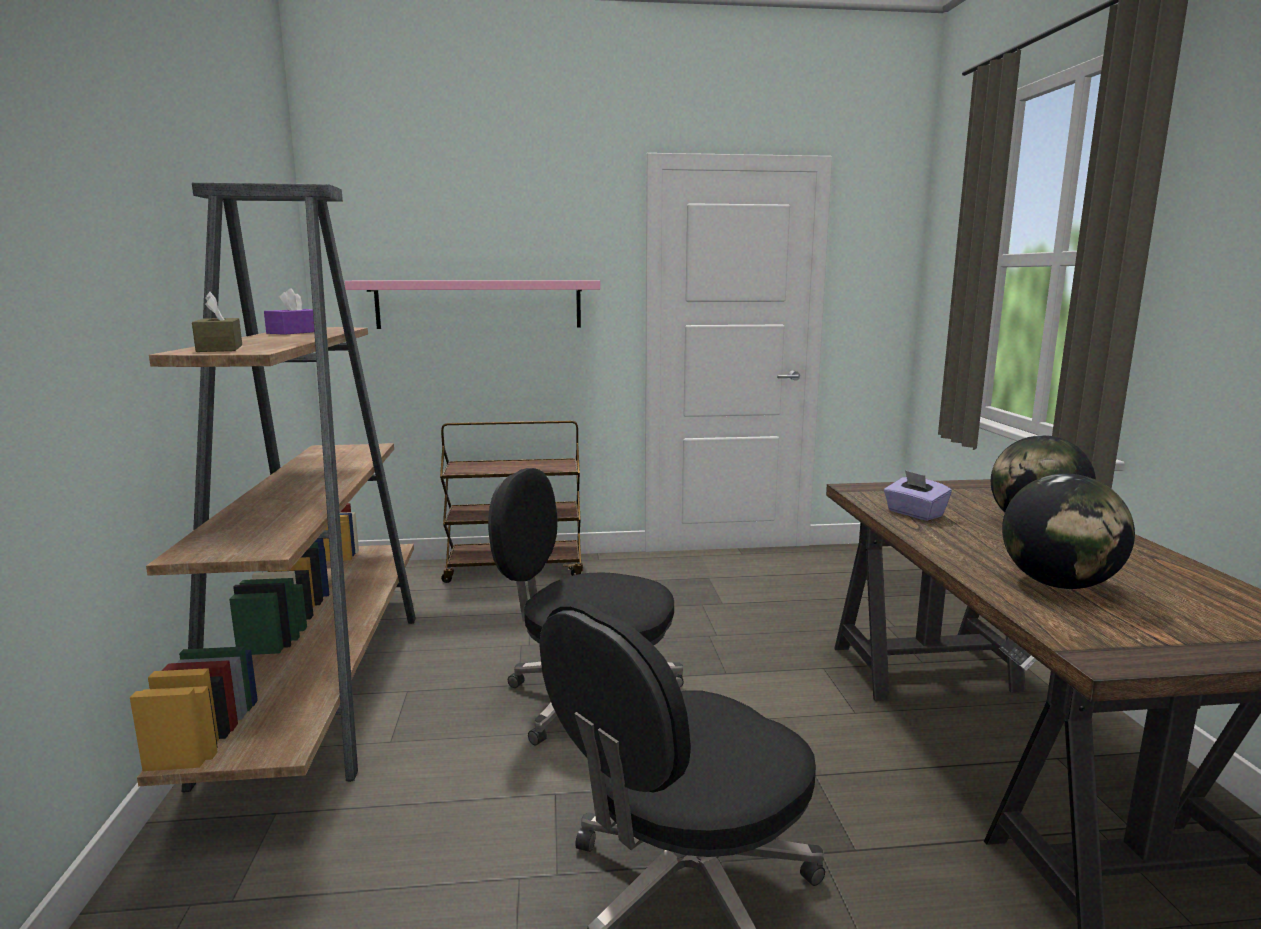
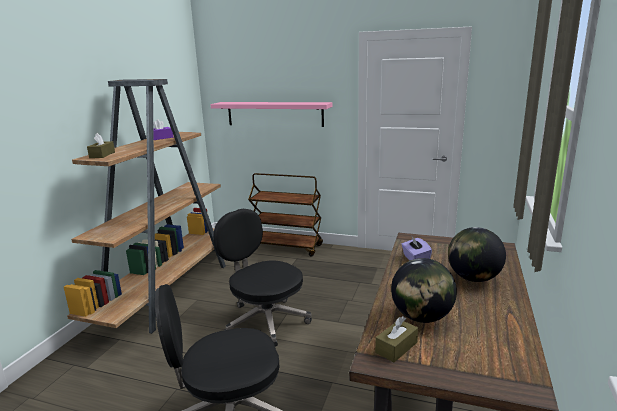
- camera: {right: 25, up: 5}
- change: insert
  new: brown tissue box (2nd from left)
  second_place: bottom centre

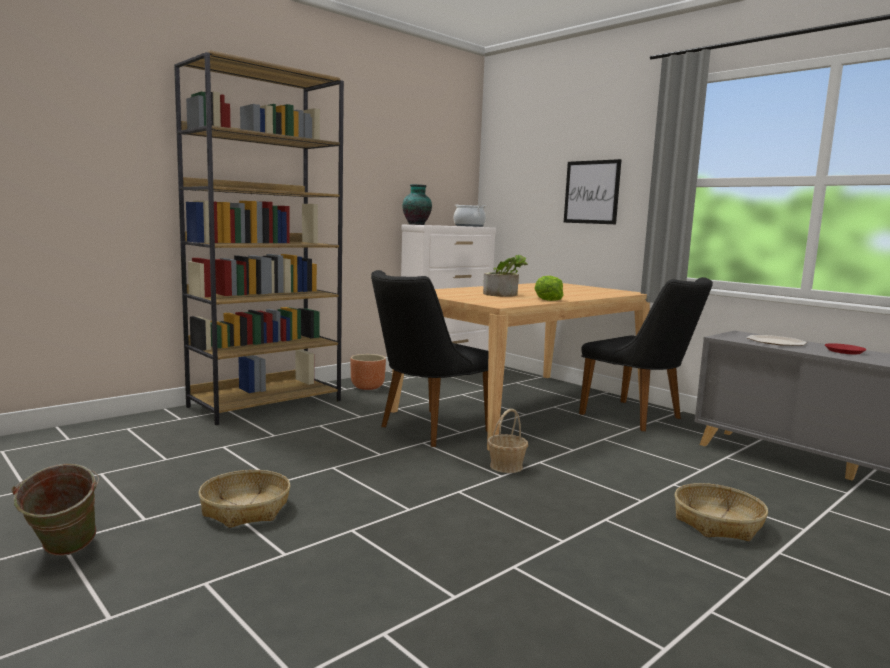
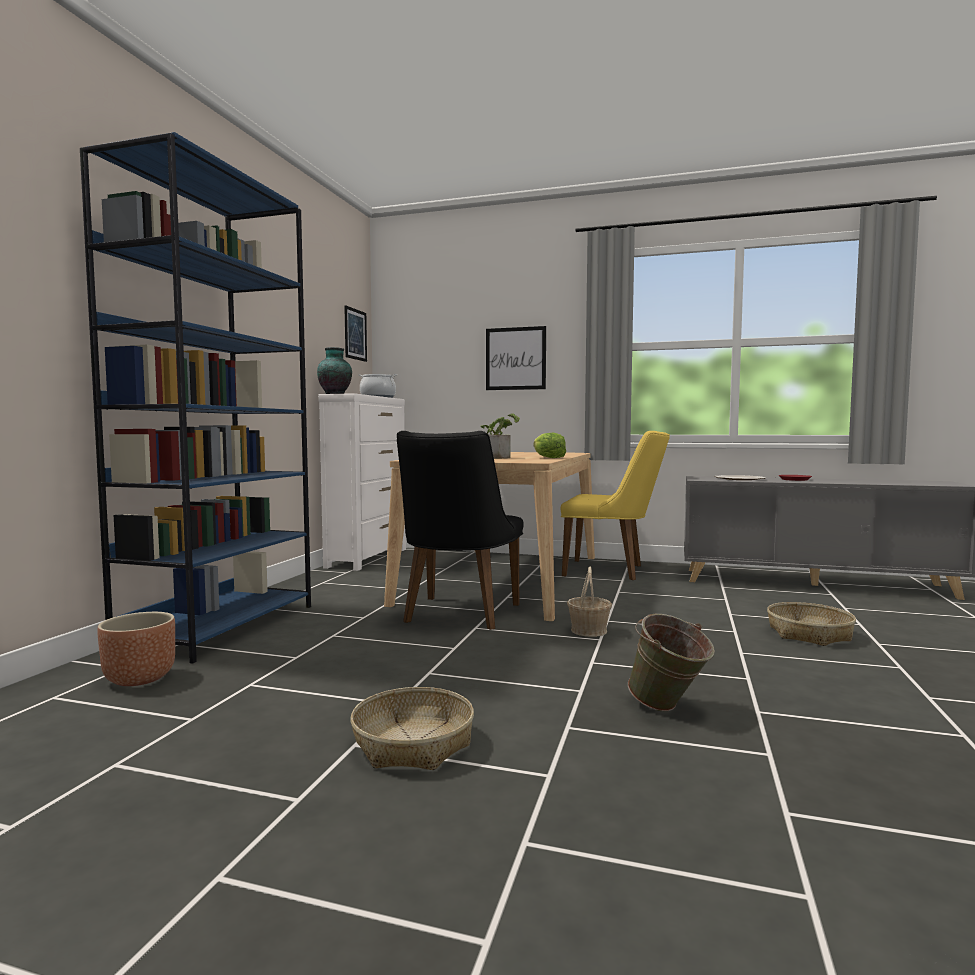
- camera: {right: -30, up: -5}
- change: recolor
  old: brown bookshelf
  new: bluish bookshelf
  first_place: middle left
  second_place: middle left
- change: move
  old: brown flower pot
  first_place: centre
  second_place: middle left
- change: insert
  new: wall picture (1st from left)
  second_place: centre
- change: recolor
  old: blackish chair (2nd from left)
  new: yellowish chair
  first_place: middle right
  second_place: centre
- change: move
  old: green-coloured water bucket
  first_place: bottom left
  second_place: bottom right

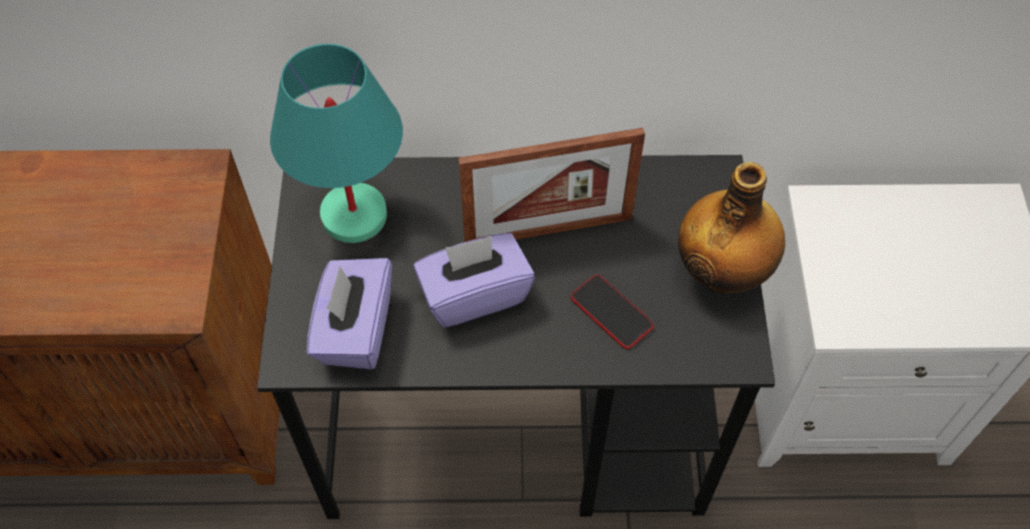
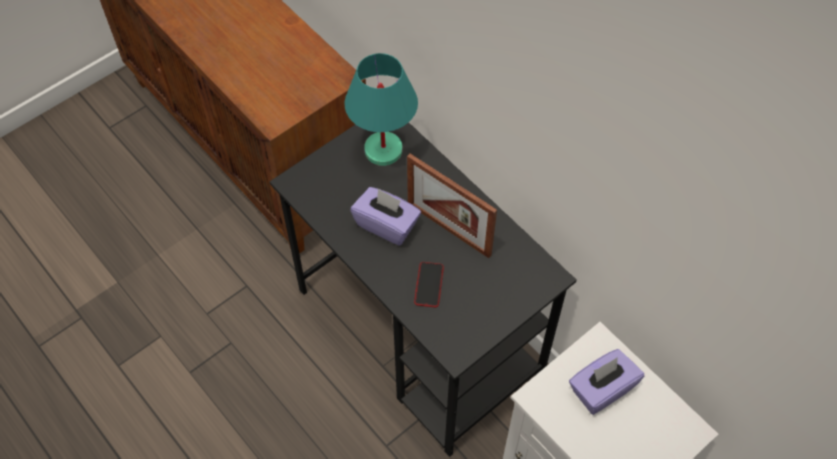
- camera: {right: 50, up: 0}
- change: move
  old: purplish tissue box (1st from left in the first image)
  new: purplish tissue box (2nd from left)
  first_place: centre
  second_place: bottom right
- change: delete
  old: bottle
  first_place: middle right

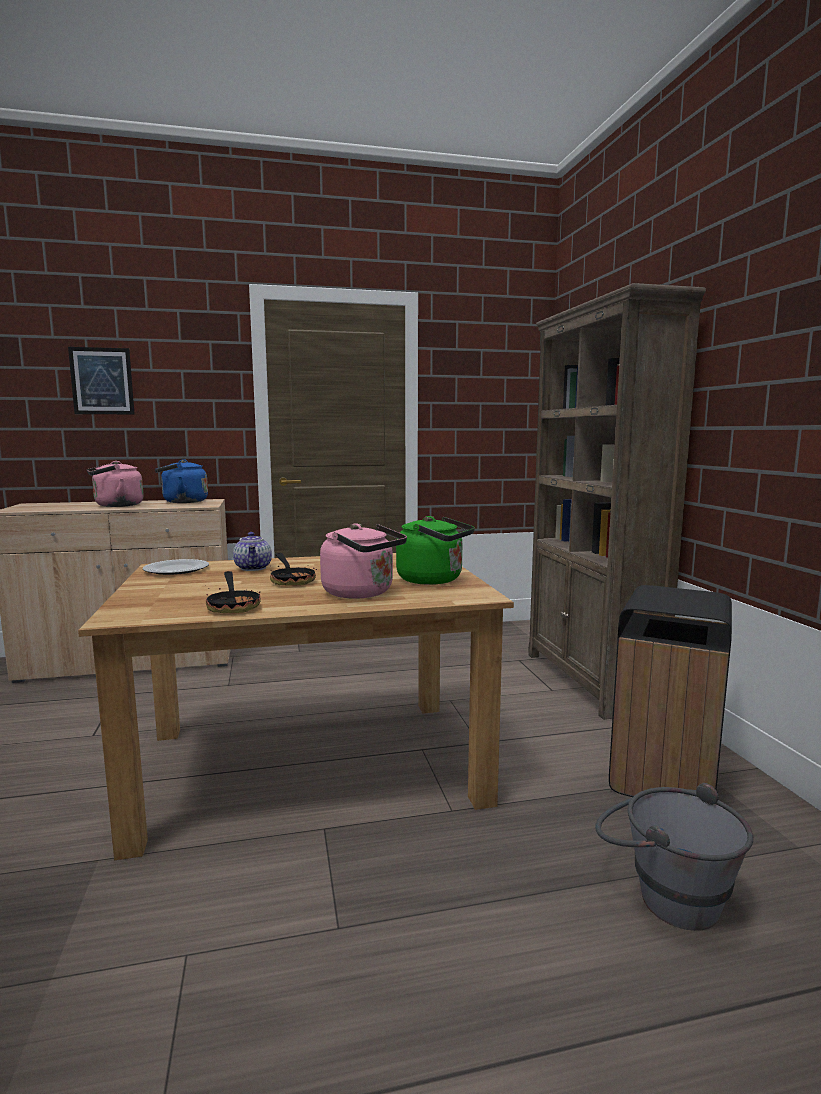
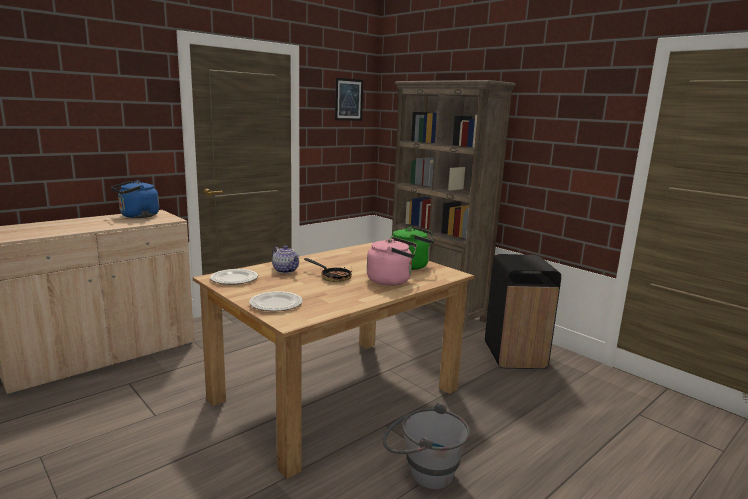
- camera: {right: -30, up: 5}
- change: insert
  new: plate (2nd from left)
  second_place: centre
- change: move
  old: wall picture
  first_place: middle left
  second_place: top centre
- change: move
  old: greyish water bucket
  first_place: bottom right
  second_place: bottom centre
- change: delete
  old: pink-coloured kettle (1st from left)
  first_place: middle left
- change: delete
  old: pan (1st from left)
  first_place: middle left

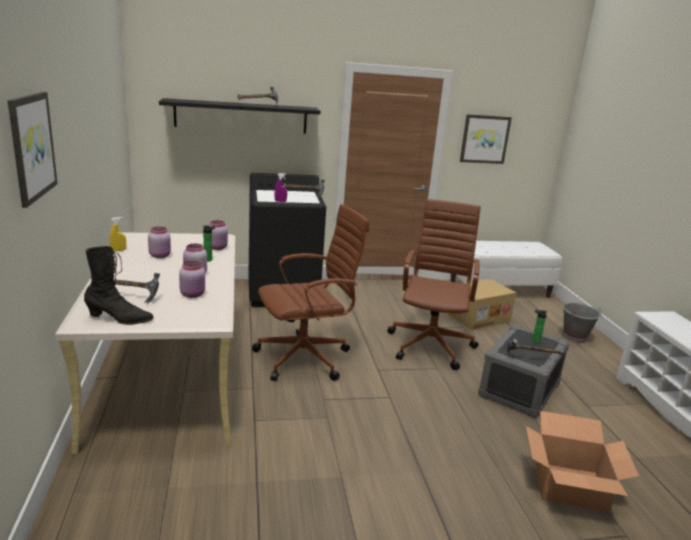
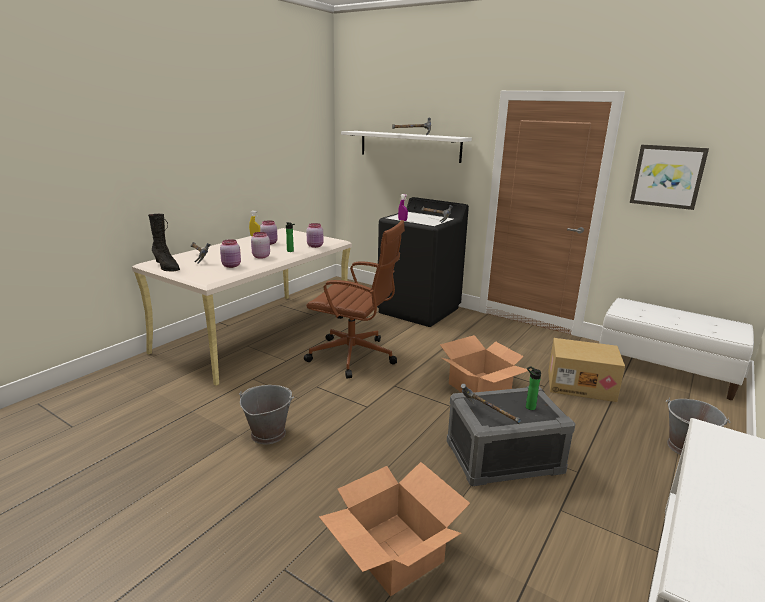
- camera: {right: 45, up: 0}
- change: insert
  new: greyish water bucket (1st from left)
  second_place: bottom centre
- change: recolor
  old: blackish bracket shelf
  new: whitish bracket shelf
  first_place: top centre
  second_place: top centre
- change: replace
  old: brown computer chair (2nd from left)
  new: carton (2nd from left)
  first_place: centre
  second_place: centre
- change: delete
  old: wall picture (1st from left)
  first_place: top left

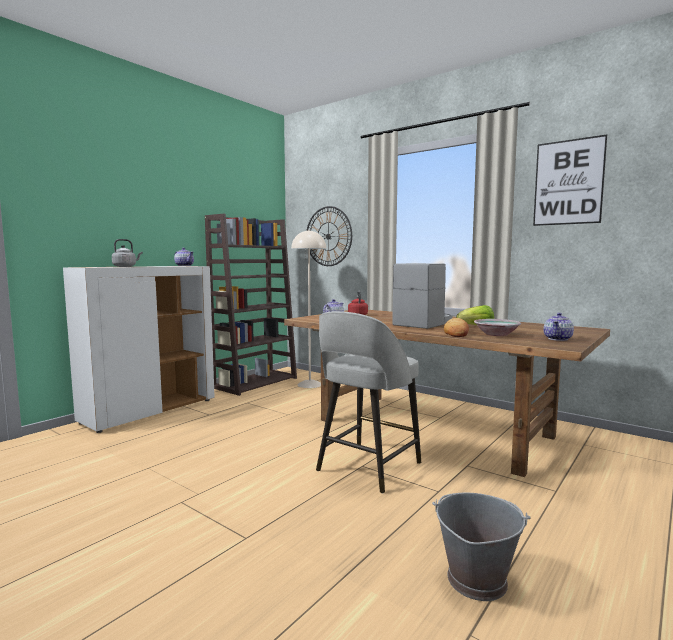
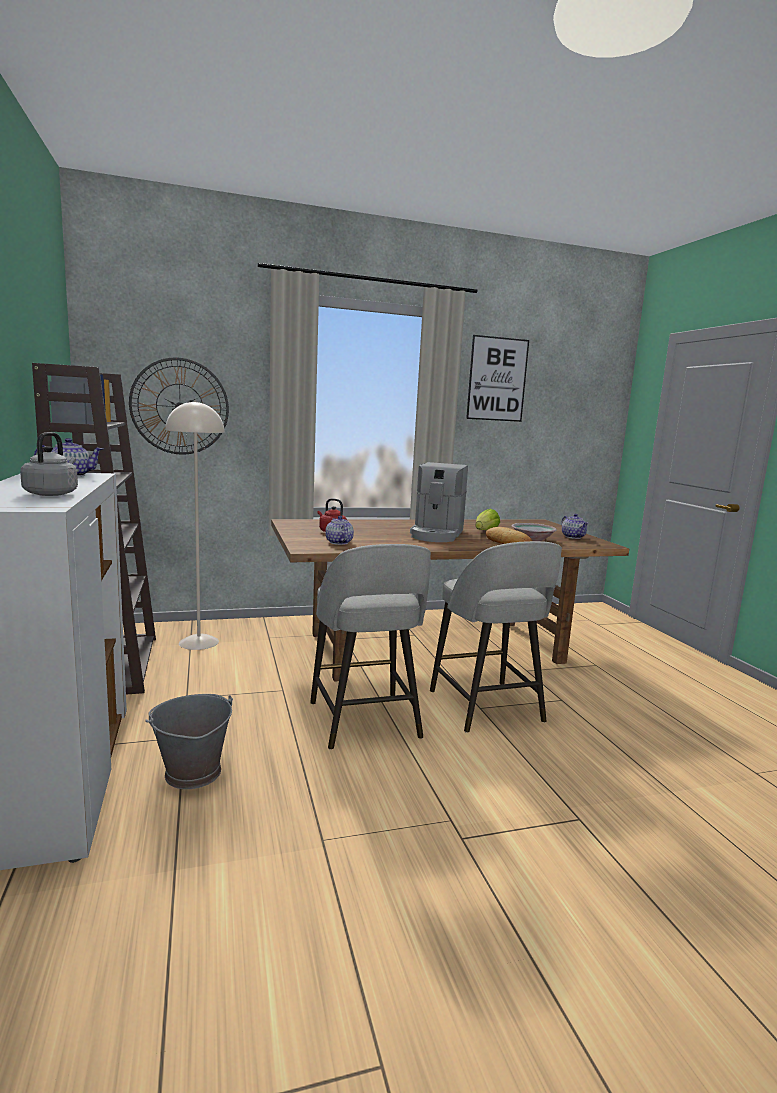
- camera: {right: -55, up: 5}
- change: move
  old: greyish water bucket
  first_place: bottom right
  second_place: bottom left
- change: insert
  new: greyish stool seat (1st from left)
  second_place: centre
- change: rotate
  old: coffee maker
  first_place: centre
  second_place: centre
  degrees: -150

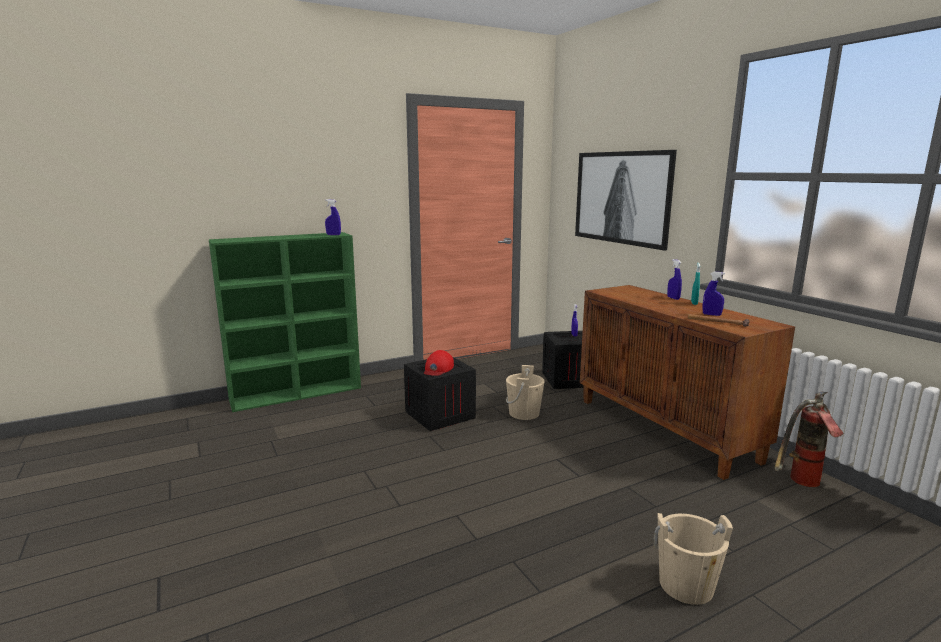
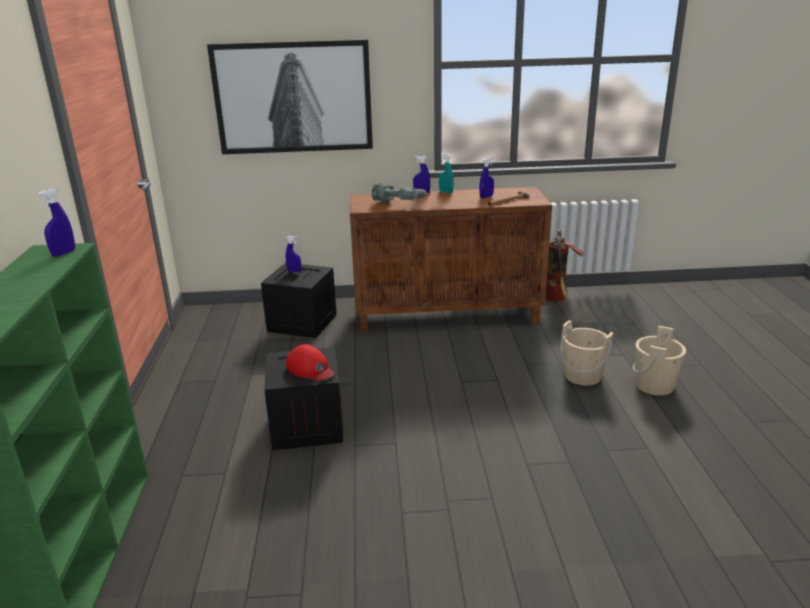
- camera: {right: -65, up: 10}
- change: insert
  new: power drill
  second_place: top centre
- change: move
  old: sand-coloured water bucket (1st from left)
  first_place: centre
  second_place: middle right

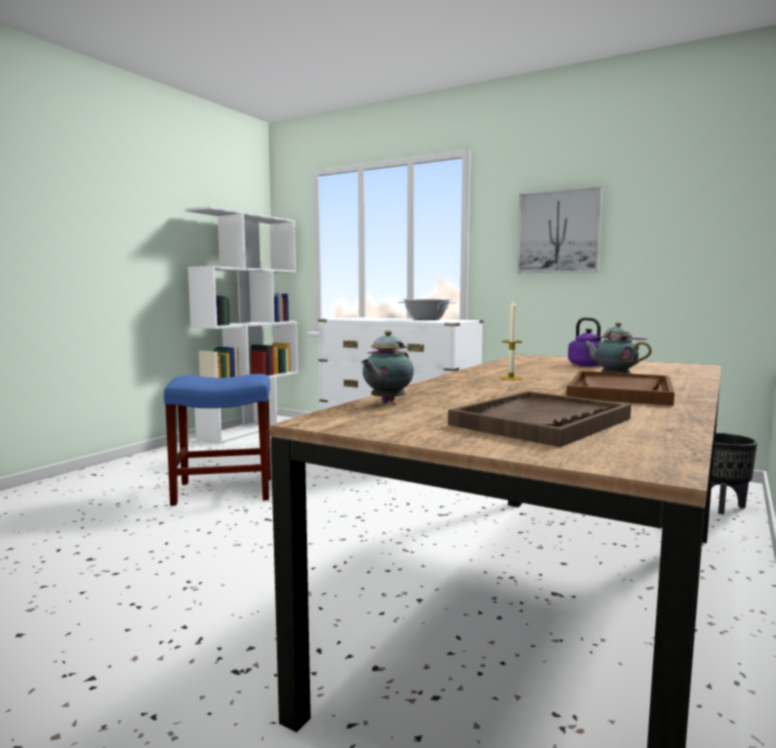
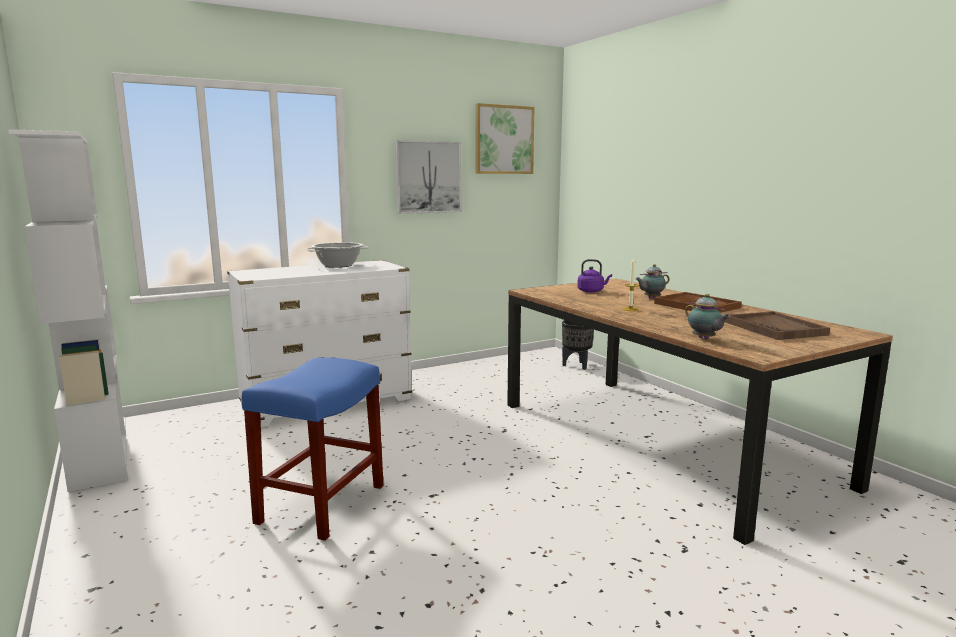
- camera: {right: -60, up: 5}
- change: insert
  new: wall picture (2nd from left)
  second_place: top centre

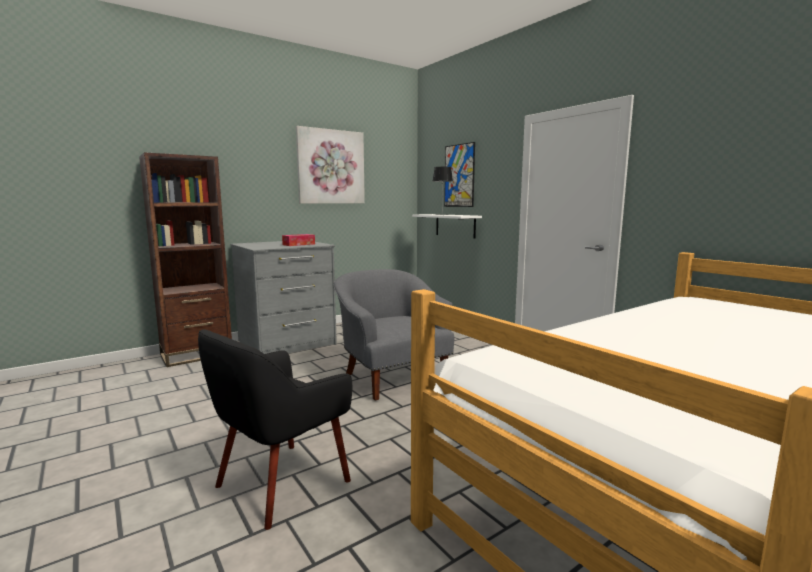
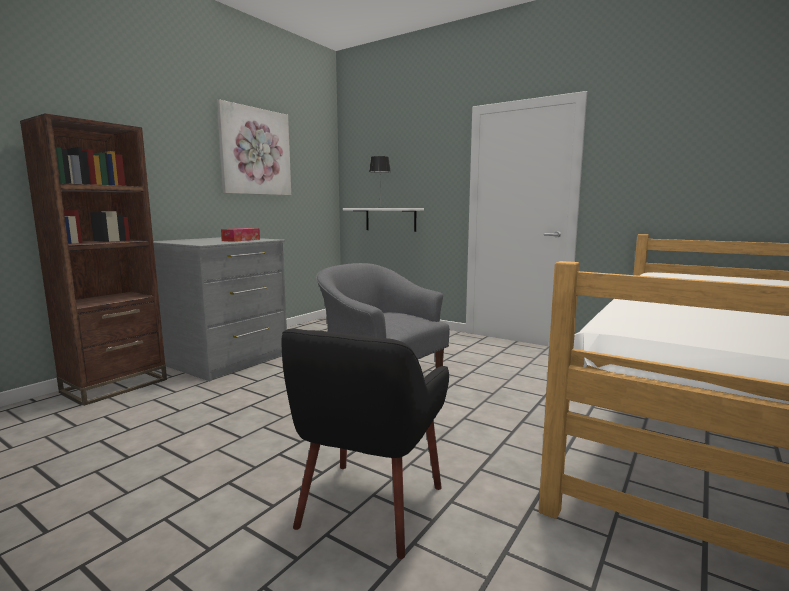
- camera: {right: -20, up: 0}
- change: delete
  old: wall picture (2nd from left)
  first_place: top centre

